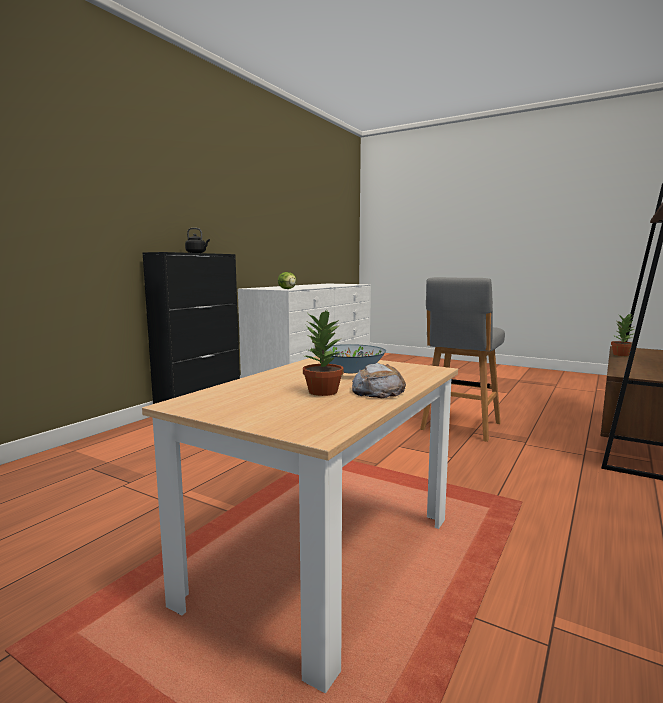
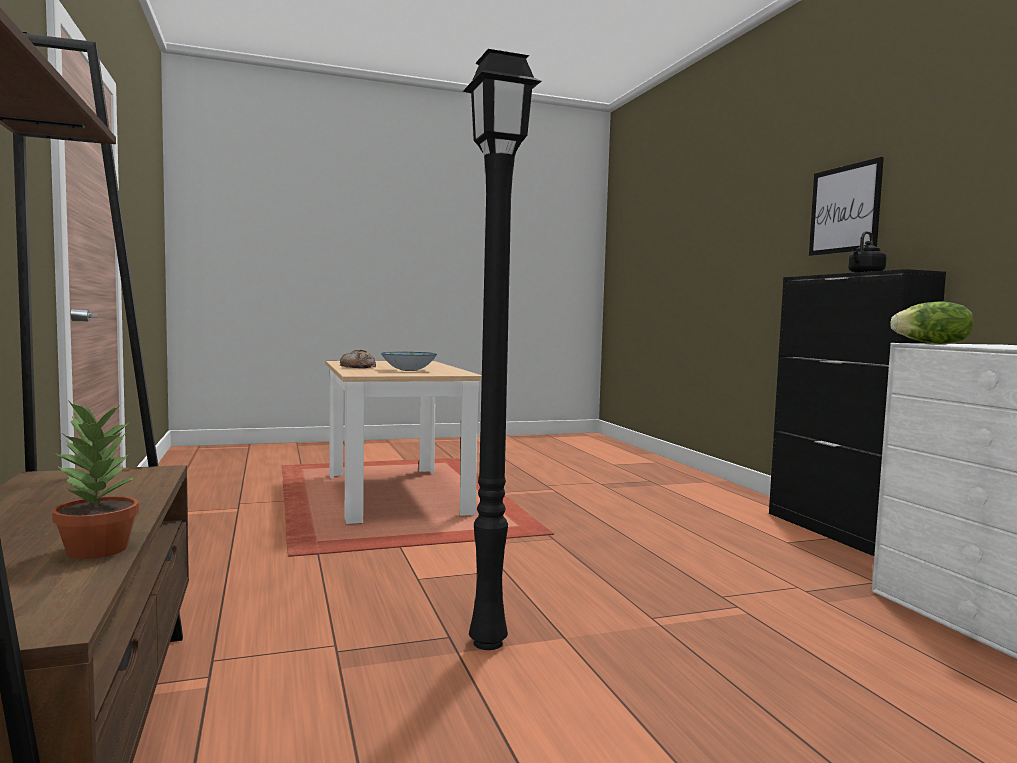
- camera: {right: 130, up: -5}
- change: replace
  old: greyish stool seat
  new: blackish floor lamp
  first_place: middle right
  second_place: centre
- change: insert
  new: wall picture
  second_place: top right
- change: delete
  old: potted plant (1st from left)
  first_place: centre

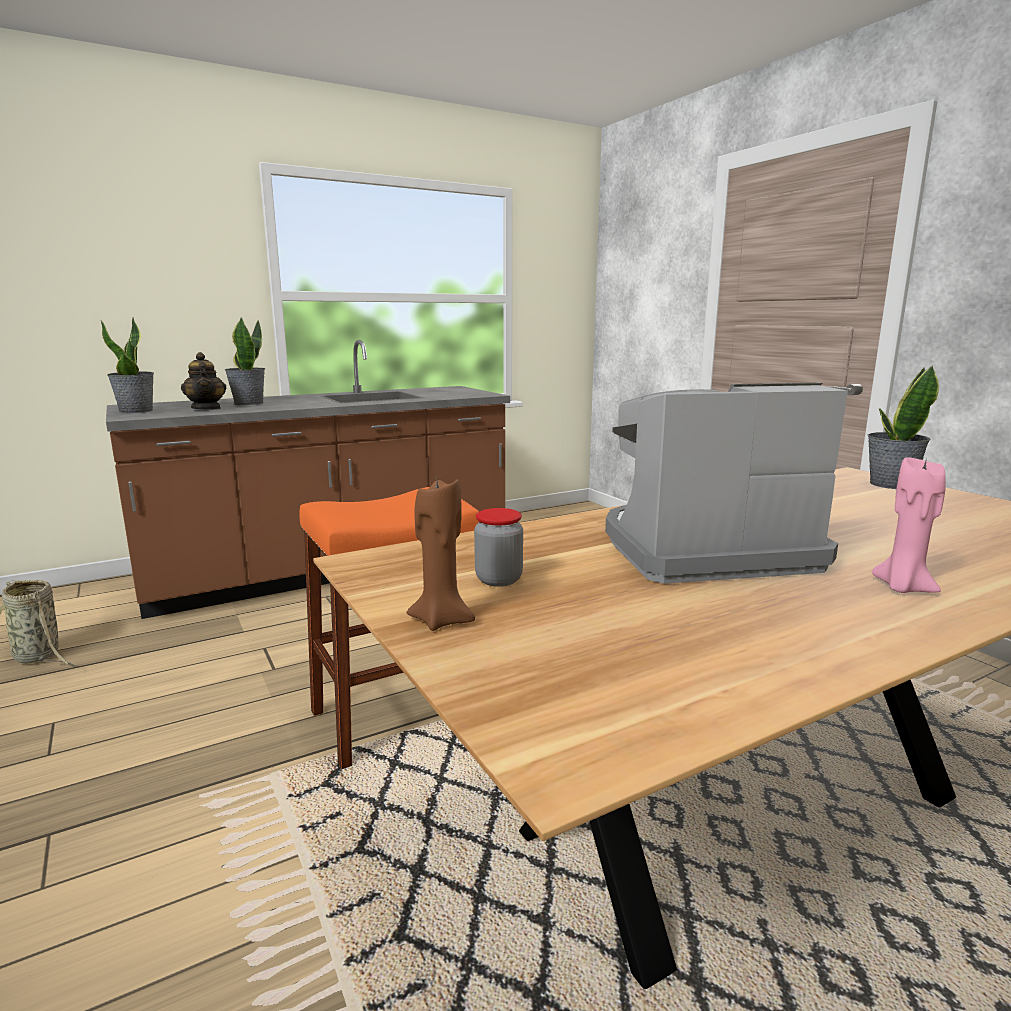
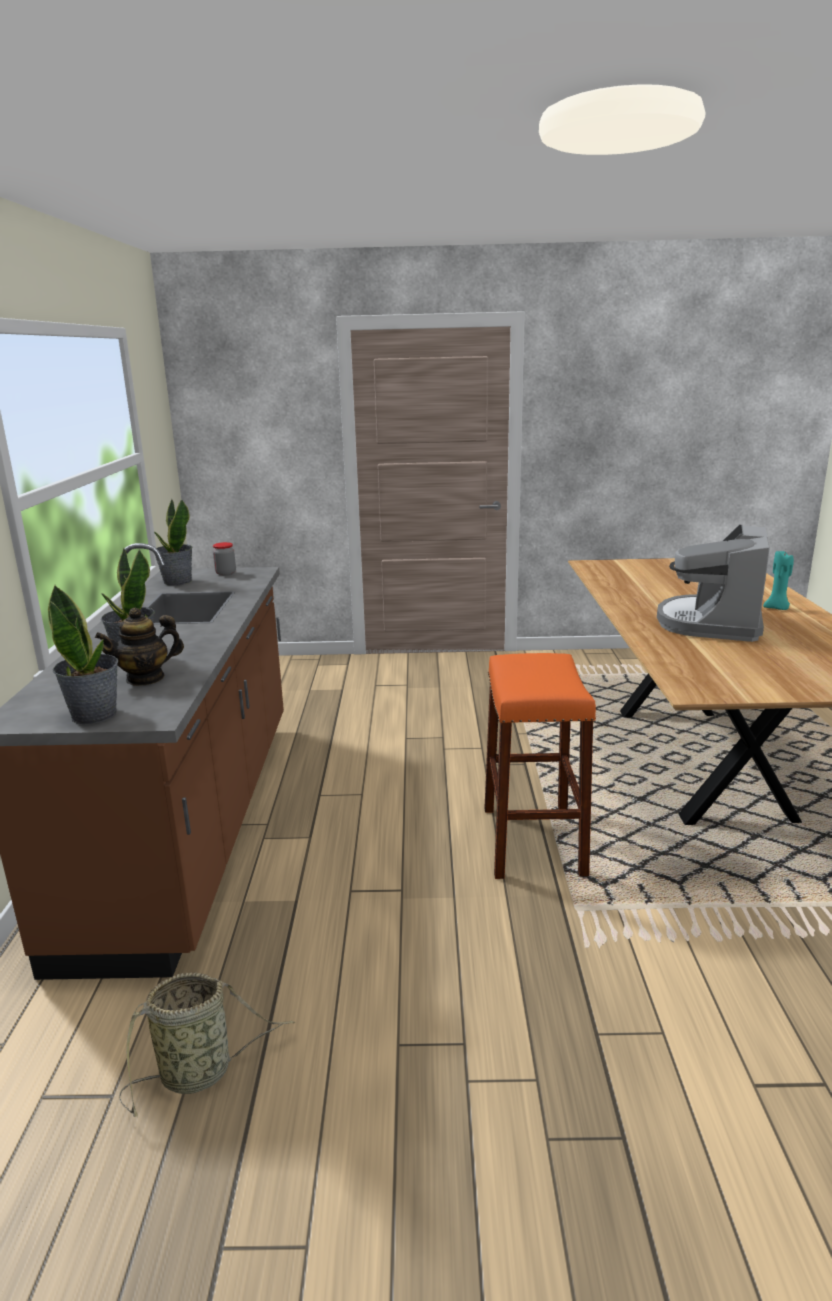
- camera: {right: -60, up: 5}
- change: rotate
  old: pot for tea
  first_place: middle left
  second_place: middle left
  degrees: 150
- change: move
  old: potted plant (3rd from left)
  first_place: middle right
  second_place: middle left
- change: move
  old: preserve jar
  first_place: centre
  second_place: middle left
- change: recolor
  old: pink-coloured wax light
  new: turquoise-coloured wax light
  first_place: middle right
  second_place: middle right
- change: delete
  old: brown wax light
  first_place: centre

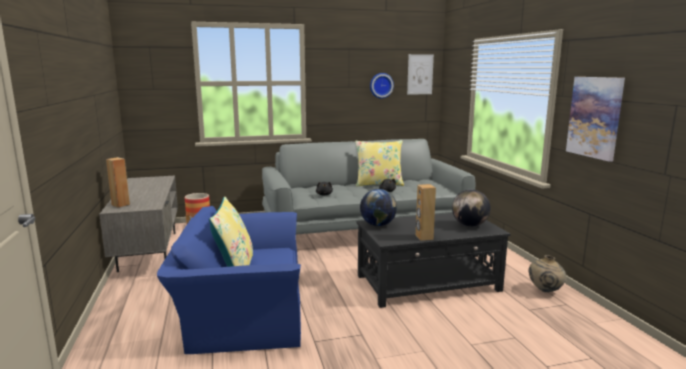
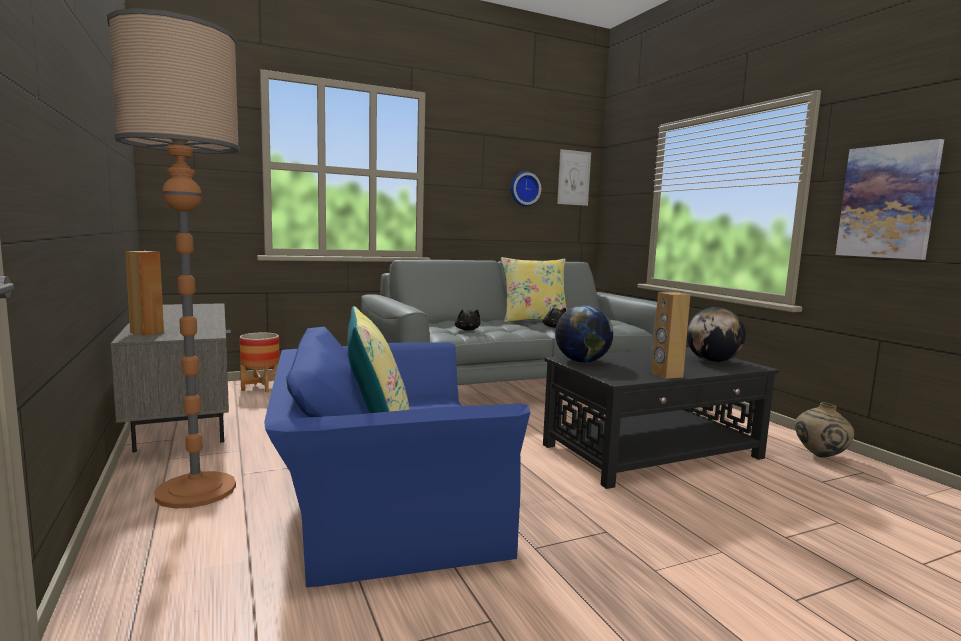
- camera: {right: -10, up: -5}
- change: insert
  new: floor lamp
  second_place: middle left

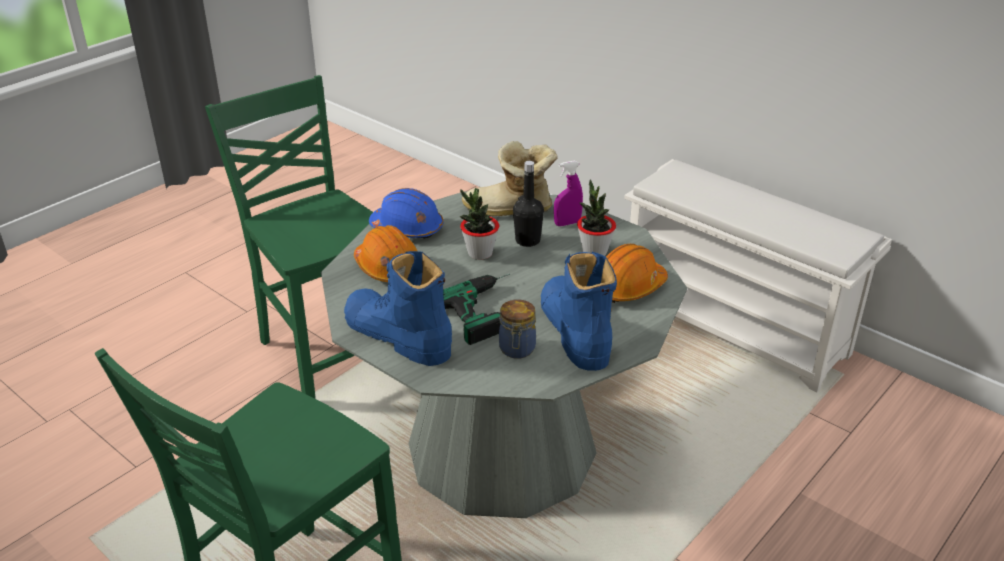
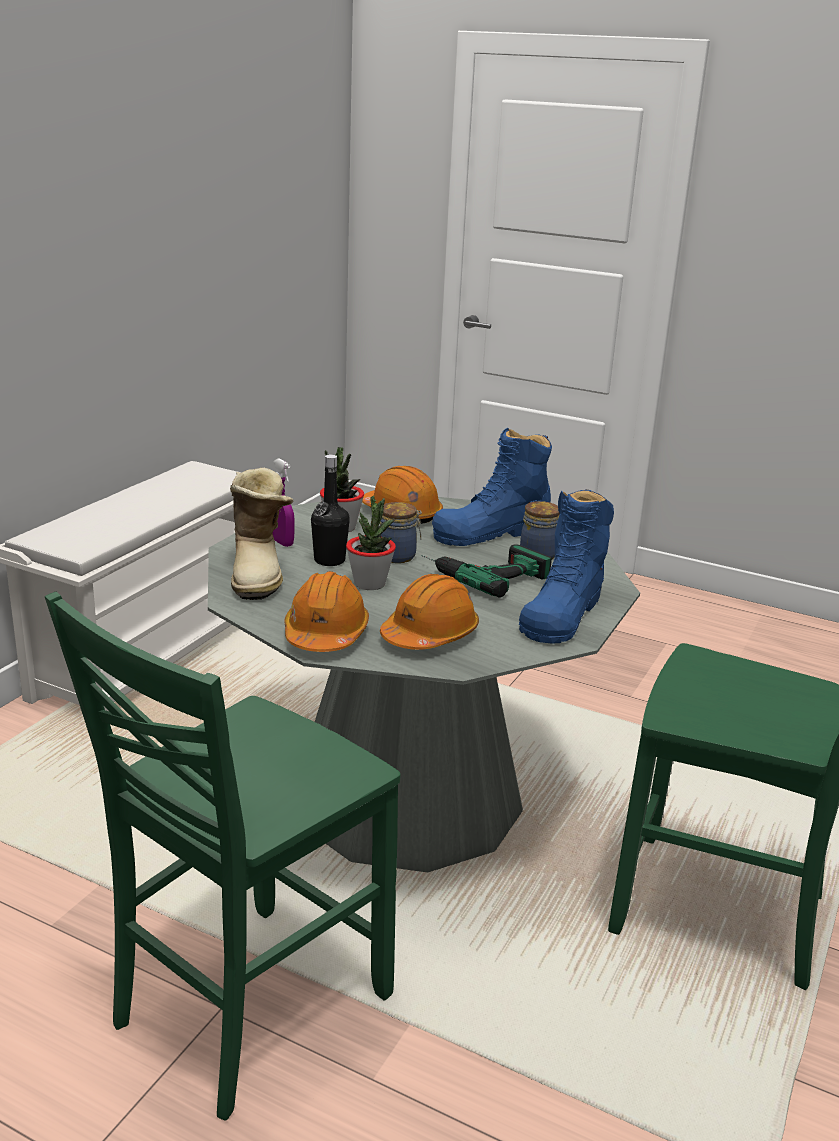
- camera: {right: -105, up: -10}
- change: recolor
  old: bluish safety helmet
  new: orange-coloured safety helmet (1st from left)
  first_place: centre
  second_place: centre
- change: insert
  new: preserve jar (1st from left)
  second_place: centre

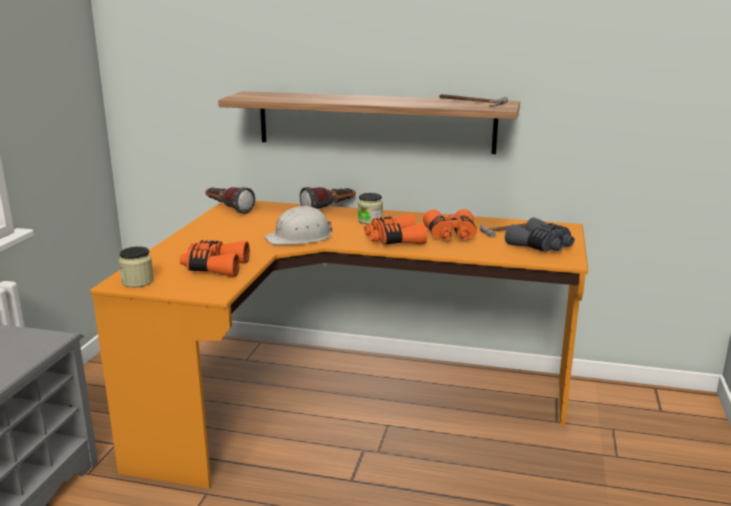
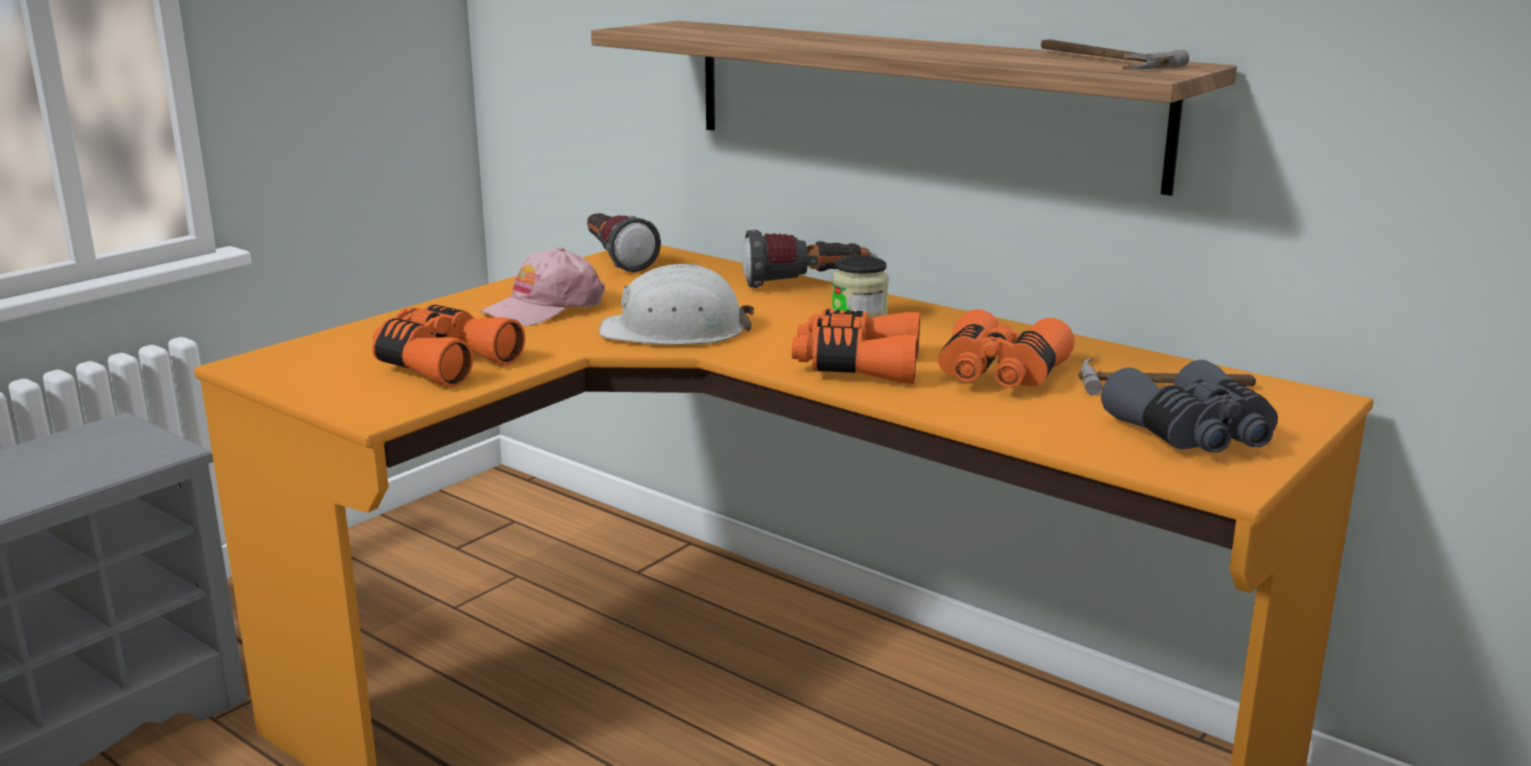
- camera: {right: 25, up: 0}
- change: insert
  new: pink-coloured peaked cap
  second_place: centre
- change: delete
  old: preserve jar (1st from left)
  first_place: middle left

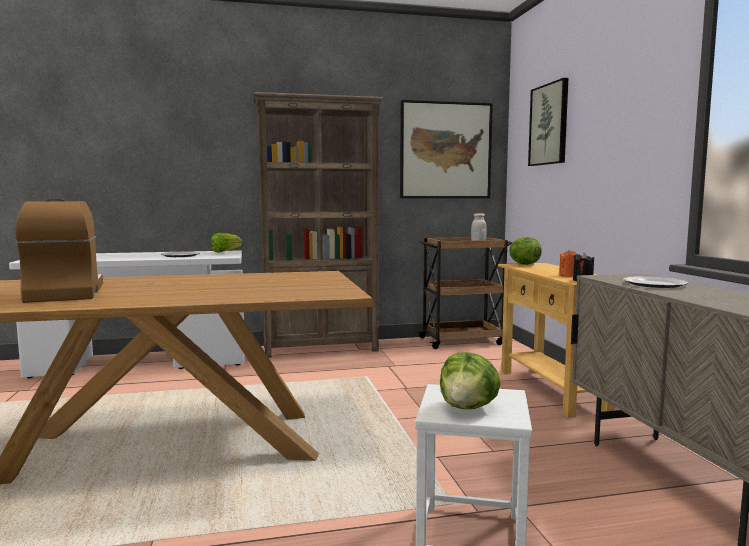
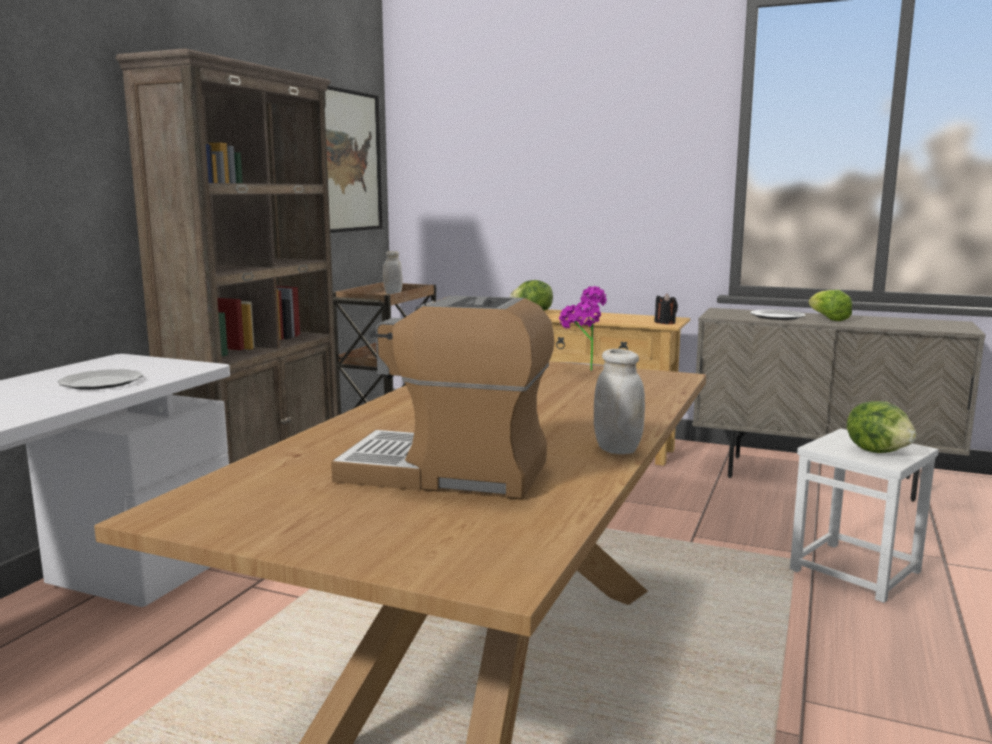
- camera: {right: -55, up: 5}
- change: insert
  new: potted plant
  second_place: centre
- change: insert
  new: whitish preserve jar (2nd from left)
  second_place: centre
- change: move
  old: head of lettuce (1st from left in the first image)
  new: head of lettuce (2nd from left)
  first_place: middle left
  second_place: middle right
- change: delete
  old: wall picture (2nd from left)
  first_place: top right
- change: delete
  old: orange-coloured wax light
  first_place: middle right

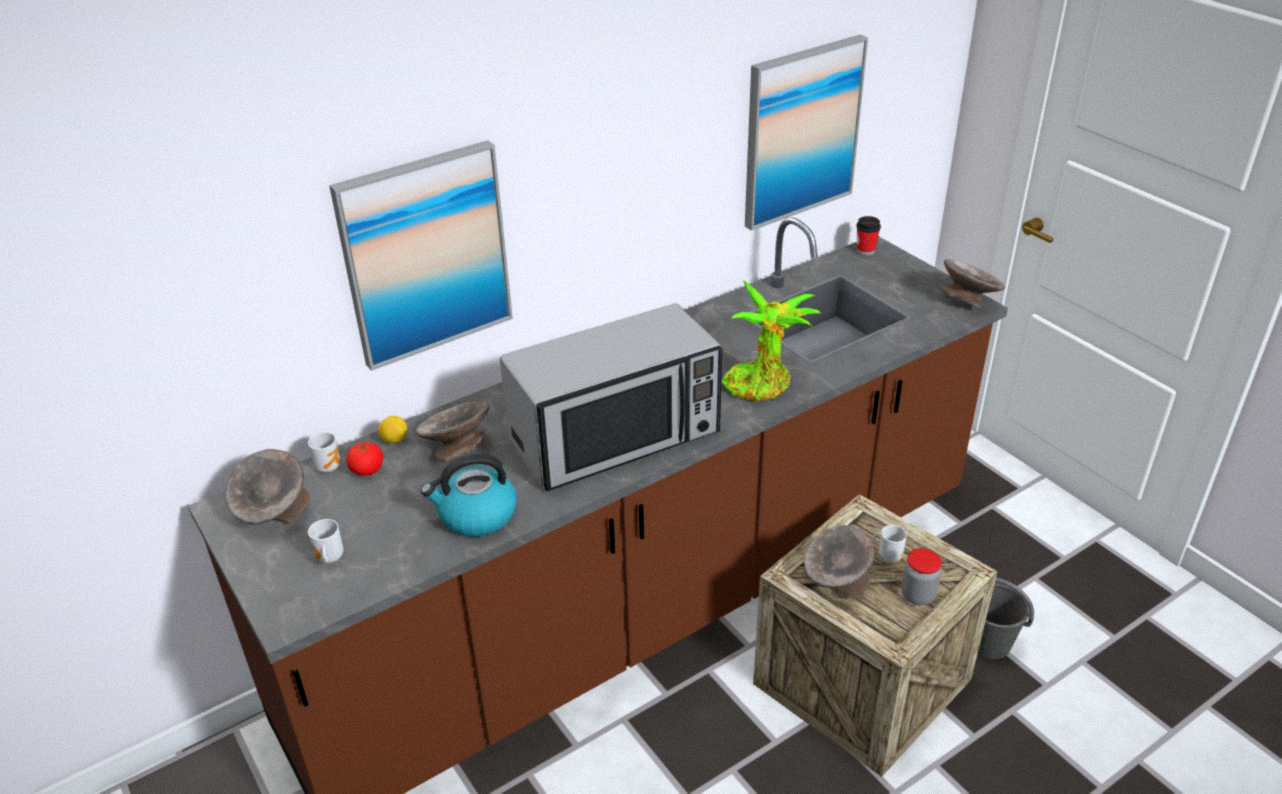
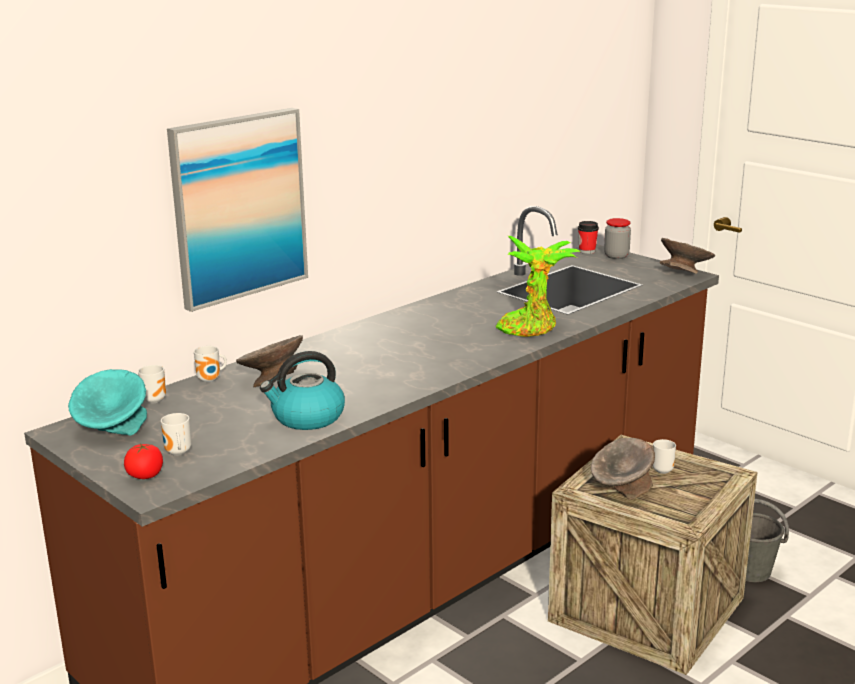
- camera: {right: -10, up: -15}
- change: recolor
  old: greyish bowl (1st from left)
  new: turquoise-coloured bowl
  first_place: middle left
  second_place: middle left
- change: move
  old: fresh tomato
  first_place: middle left
  second_place: bottom left
- change: replace
  old: lemon
  new: tea mug (3rd from left)
  first_place: middle left
  second_place: middle left
- change: move
  old: preserve jar
  first_place: bottom right
  second_place: middle right
- change: delete
  old: microwave oven
  first_place: centre
- change: delete
  old: wall picture (2nd from left)
  first_place: top centre

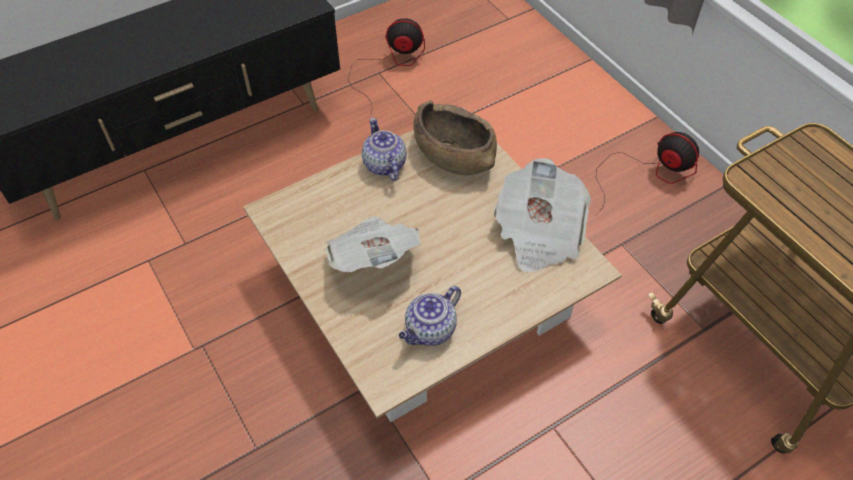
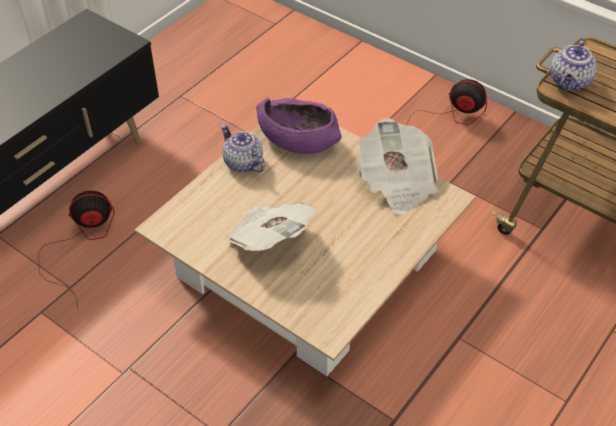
- camera: {right: -20, up: -5}
- change: move
  old: cooling fan (1st from left)
  first_place: top centre
  second_place: middle left
- change: recolor
  old: brown bowl
  new: purplish bowl
  first_place: top centre
  second_place: top centre
- change: move
  old: pot for tea (2nd from left)
  first_place: centre
  second_place: top right

